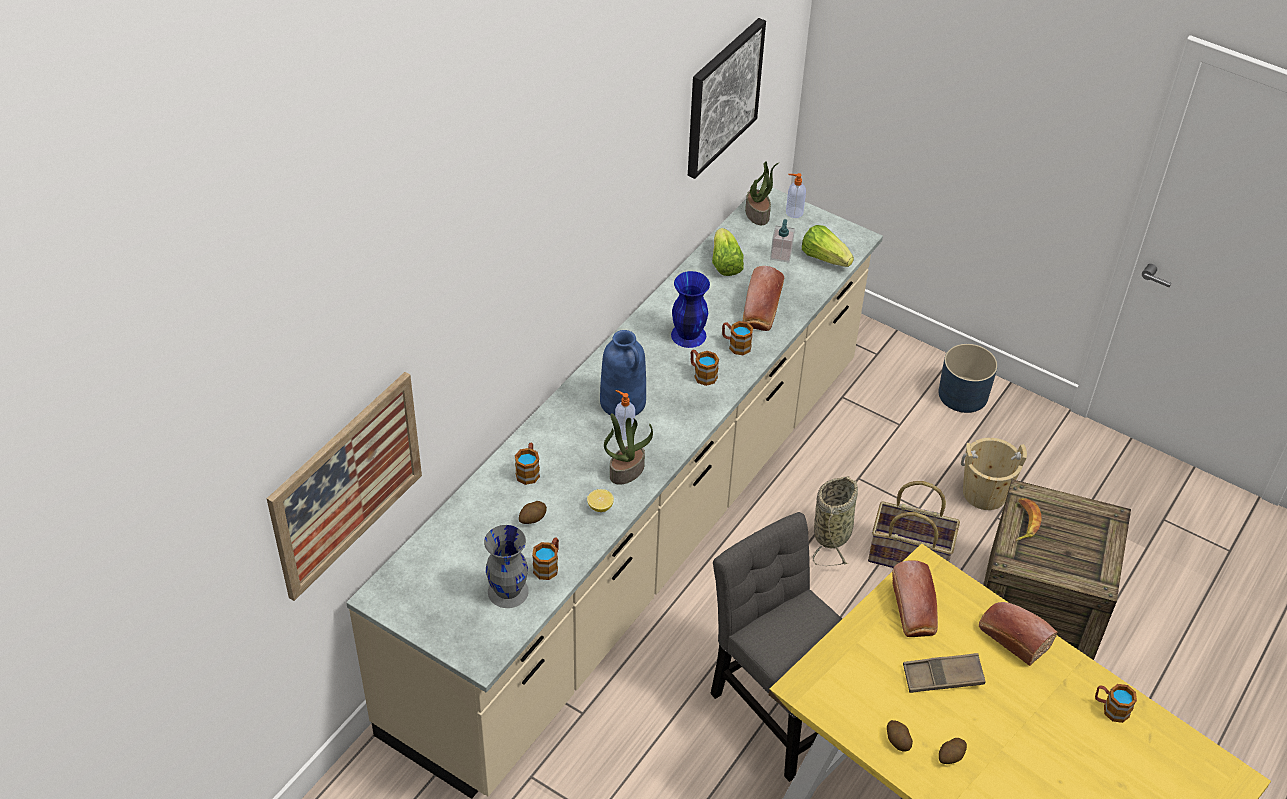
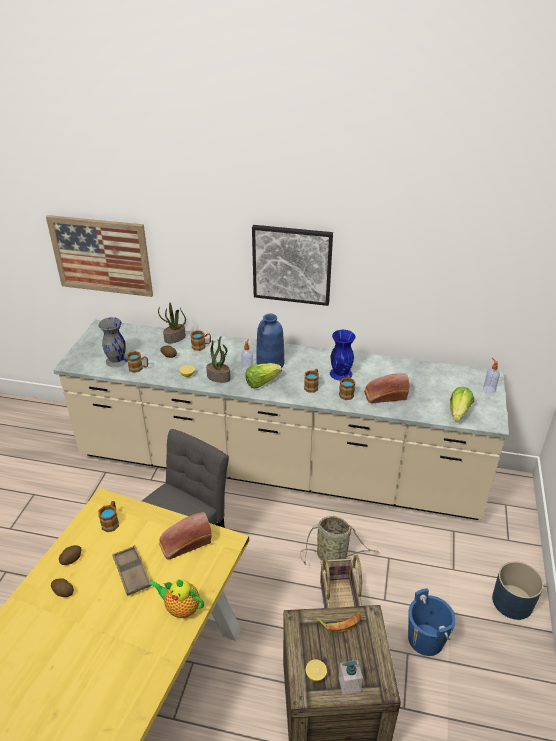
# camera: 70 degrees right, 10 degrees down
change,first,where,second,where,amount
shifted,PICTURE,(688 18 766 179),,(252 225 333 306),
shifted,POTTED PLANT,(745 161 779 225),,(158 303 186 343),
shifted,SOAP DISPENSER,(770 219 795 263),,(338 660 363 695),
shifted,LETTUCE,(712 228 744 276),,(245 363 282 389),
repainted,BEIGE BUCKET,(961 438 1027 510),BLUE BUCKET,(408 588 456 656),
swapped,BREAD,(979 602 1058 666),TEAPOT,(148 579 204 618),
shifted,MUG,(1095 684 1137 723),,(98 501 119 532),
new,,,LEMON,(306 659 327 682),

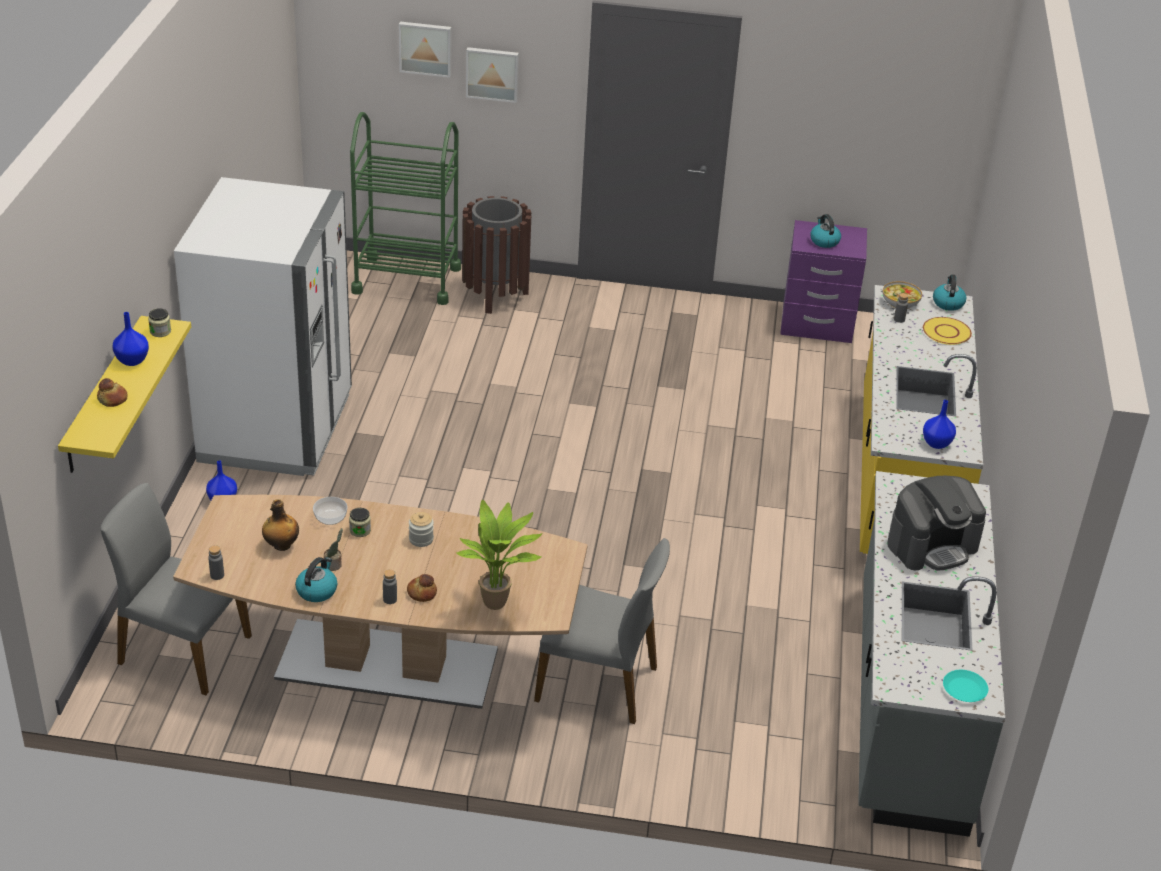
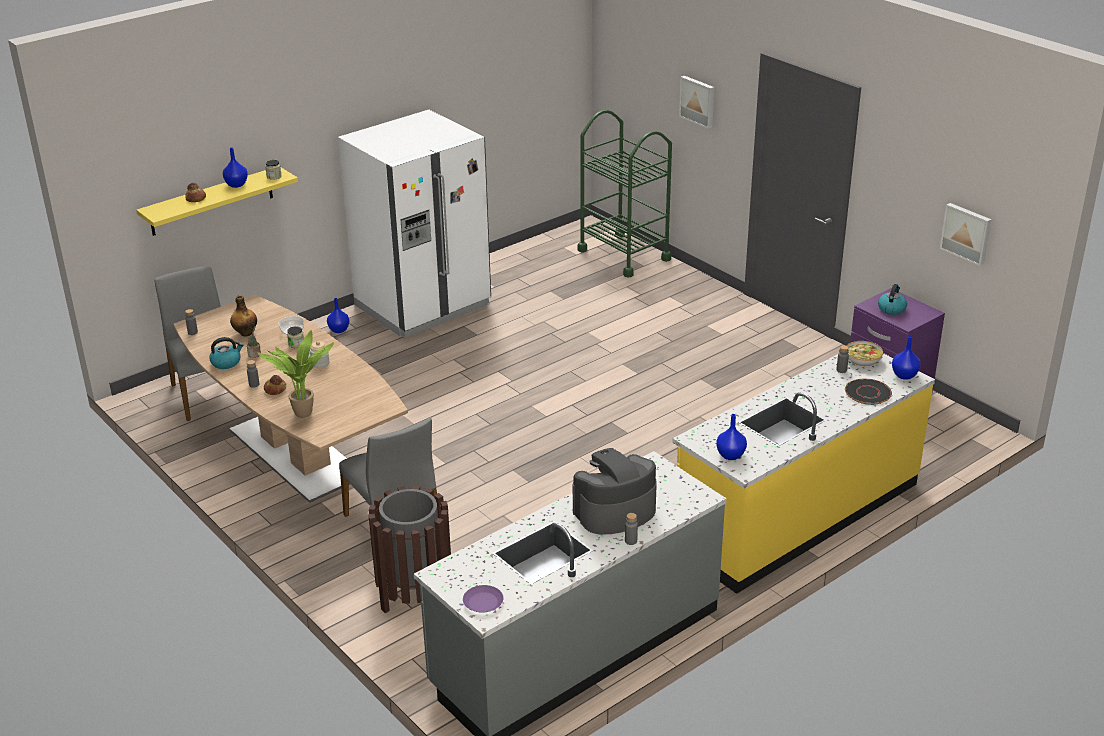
# camera: 45 degrees right, 5 degrees down
change,first,where,second,where,amount
shifted,PICTURE,(399 22 451 78),,(940 203 992 266),
shifted,BROWN TRASH CAN,(462 196 531 314),,(368 486 451 613),
swapped,KETTLE,(933 274 967 311),BLUE VASE,(892 336 921 380),
repainted,YELLOW PLATE,(923 317 972 345),BLACK PLATE,(845 379 892 405),
rotated,COFFEE MACHINE,(887 476 986 571),,(573 448 657 535),135 degrees clockwise
repainted,TURQUOISE PLATE,(943 670 988 702),PURPLE PLATE,(463 585 503 613),
new,,,GREY BOTTLE,(625 513 638 545),

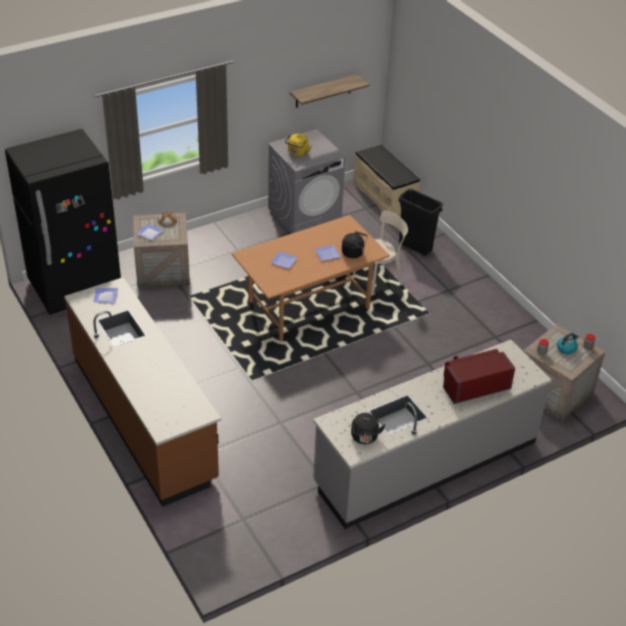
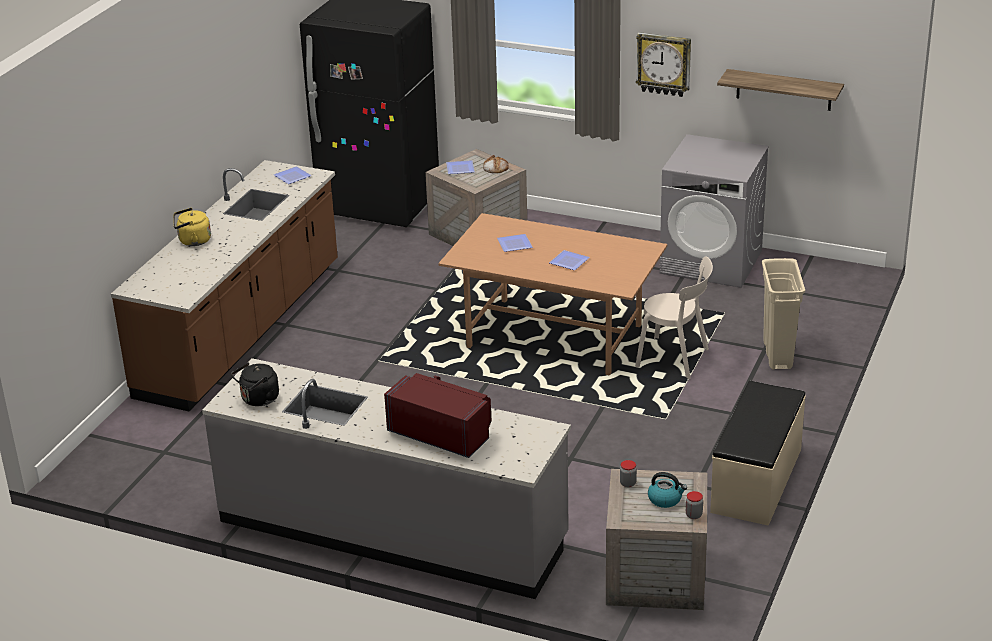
# camera: 55 degrees right, 10 degrees down
change,first,where,second,where,amount
shifted,YELLOW KETTLE,(285 134 312 157),,(173 208 211 246),
shifted,BEIGE BENCH,(353 144 420 217),,(710 381 806 526),
repainted,BLACK TRASH CAN,(398 188 443 256),BEIGE TRASH CAN,(762 258 805 369),
gone,BLACK KETTLE,(342 231 367 258),,,
new,,,WALL CLOCK,(636 32 691 97),

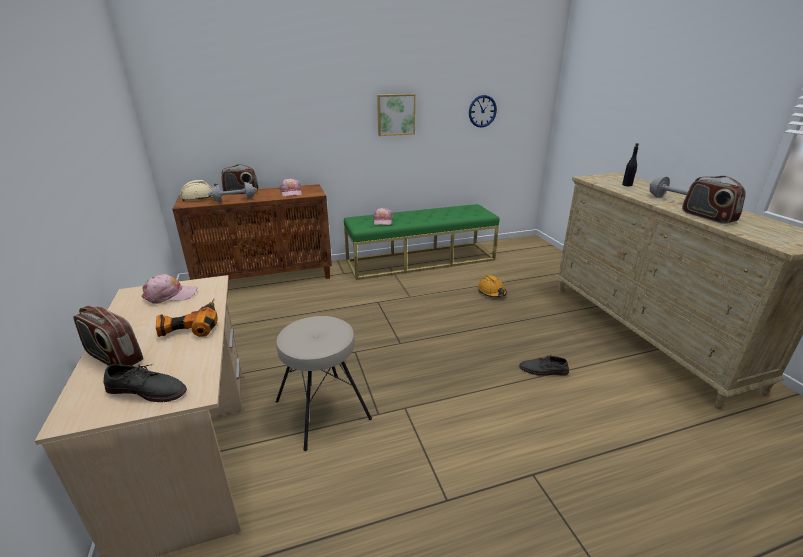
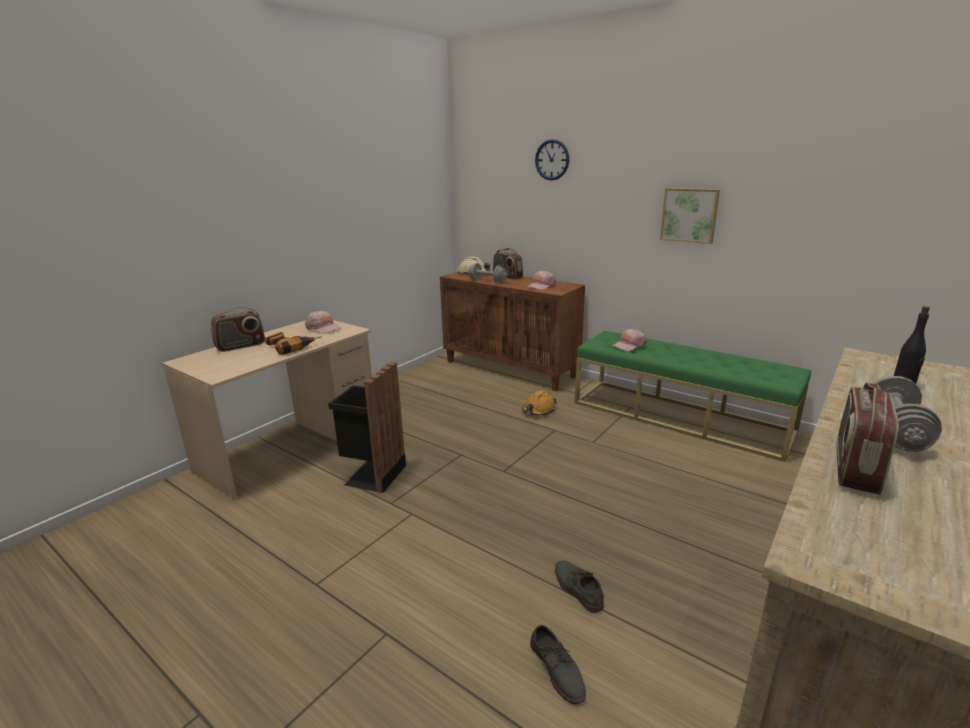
# camera: 55 degrees right, 5 degrees down
change,first,where,second,where,amount
shifted,WALL CLOCK,(469 95 497 128),,(535 139 569 180),
shifted,ORANGE HARD HAT,(478 275 507 297),,(522 390 557 415),
rotated,RADIO,(73 305 143 366),,(211 307 265 352),120 degrees counterclockwise
swapped,BEIGE STOOL,(276 316 372 451),BLACK TRASH CAN,(328 362 406 493),
shifted,GREY SHOE,(104 364 187 402),,(530 625 586 704),

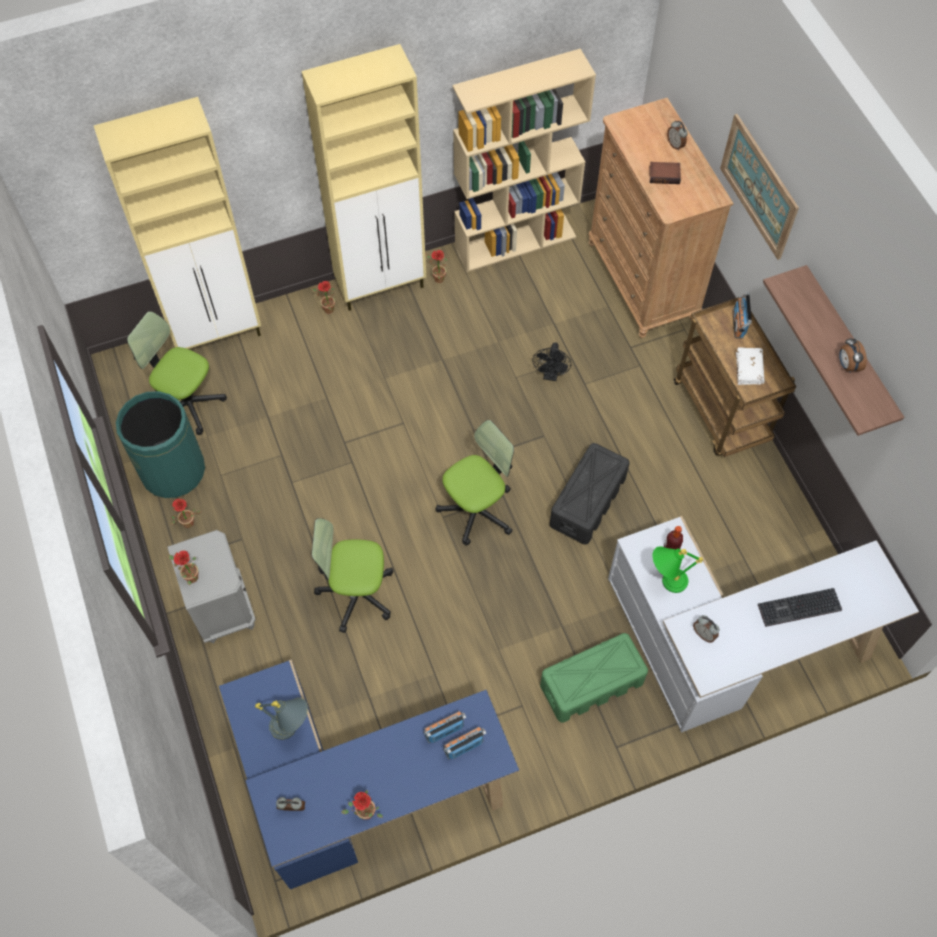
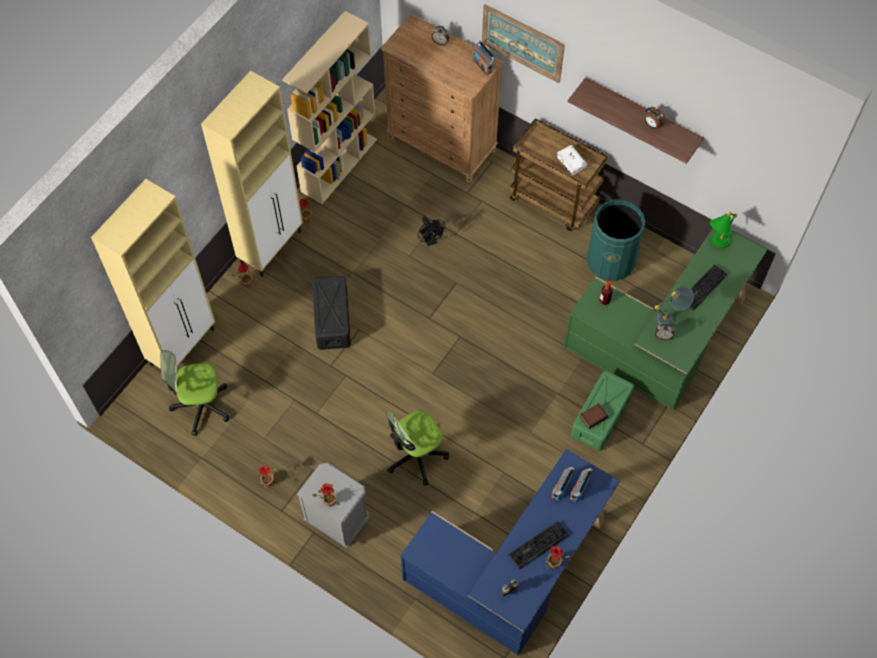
# camera: 35 degrees left, 0 degrees up
change,first,where,second,where,amount
shifted,BOOK,(649 162 681 184),,(580 403 608 429),
shifted,RADIO,(732 292 752 338),,(473 41 495 75),
shifted,GREEN TRASH CAN,(116 391 205 498),,(587 200 645 281),
gone,OFFICE CHAIR,(435 420 514 546),,,
shifted,BLACK STORAGE BOX,(550 443 630 544),,(312 276 351 350),
repainted,WHITE DESK,(608 516 919 733),GREEN DESK,(563 228 767 411),
shifted,GREEN TABLE LAMP,(653 546 703 593),,(710 212 737 248),
shifted,GREY TABLE LAMP,(255 698 308 740),,(655 286 694 326),
new,,,KEYBOARD,(508 521 569 570),

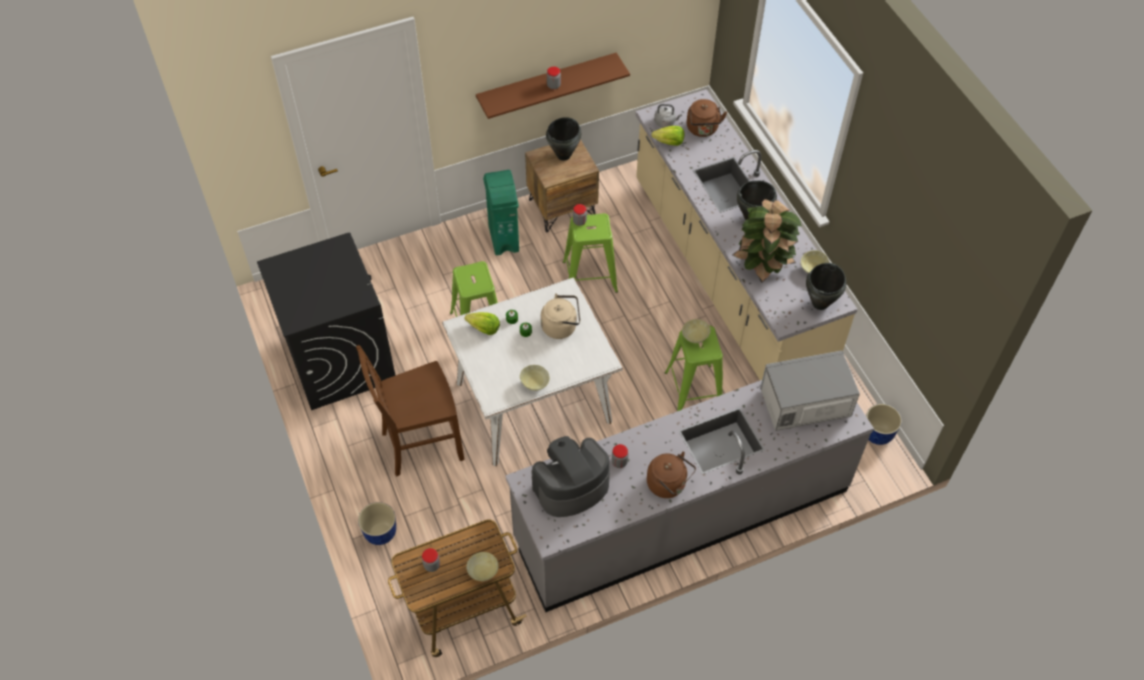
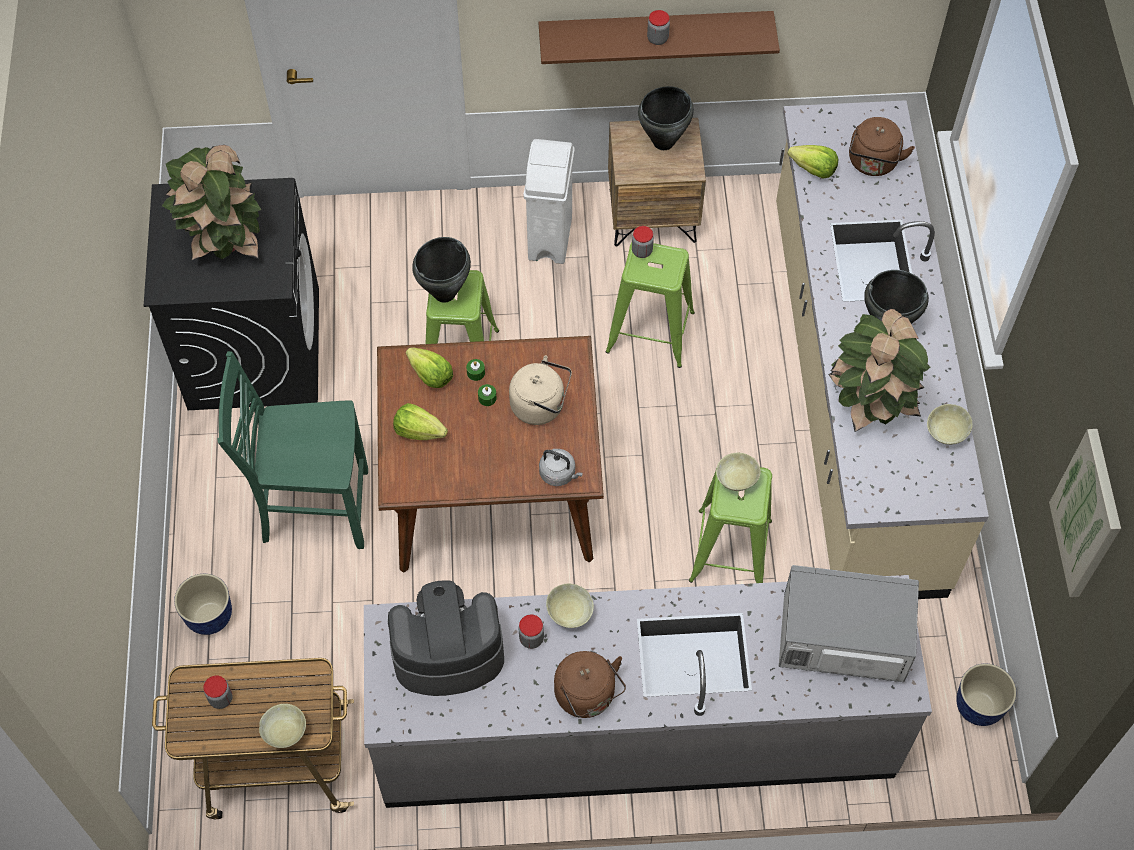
# camera: 20 degrees right, 5 degrees up
change,first,where,second,where,amount
shifted,GREY KETTLE,(654 104 682 128),,(539 449 583 486),
repainted,GREEN TRASH CAN,(483 170 519 256),WHITE TRASH CAN,(524 139 575 264),
shifted,BLACK COOKING POT,(806 263 846 310),,(412 237 471 303),
repainted,WHITE DINING TABLE,(442 277 623 466),BROWN DINING TABLE,(377 336 604 572),
repainted,BROWN CHAIR,(356 345 464 476),GREEN CHAIR,(217 351 368 549),
shifted,BEIGE BOWL,(520 365 550 391),,(546 583 594 628),
new,,,POTTED PLANT,(162 145 261 261),
new,,,LETTUCE,(393 403 448 440),
new,,,PICTURE,(1049 429 1121 597),

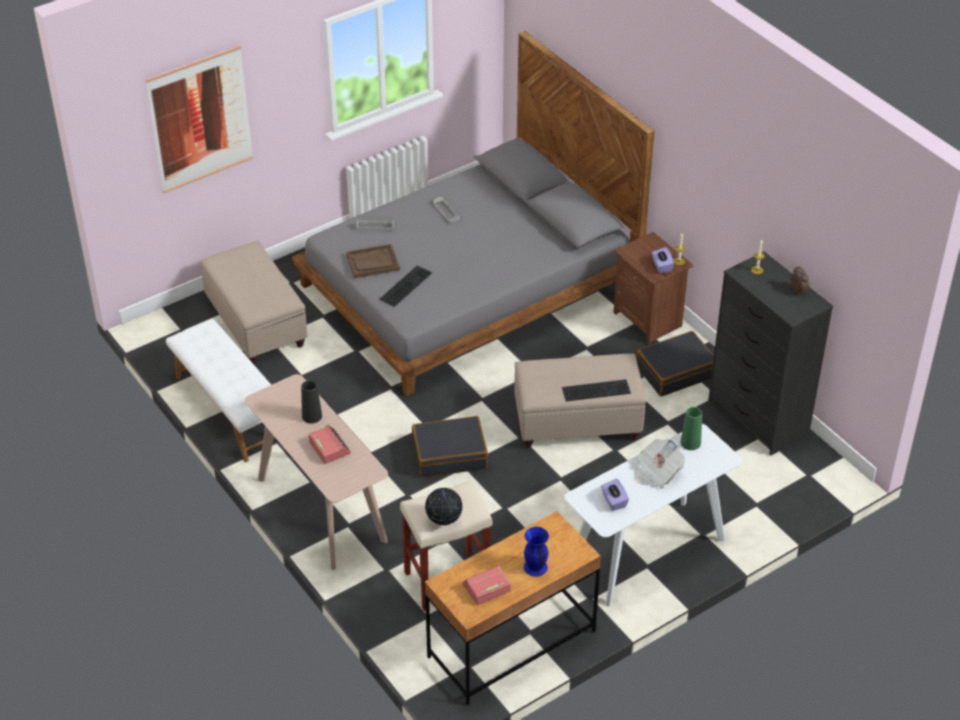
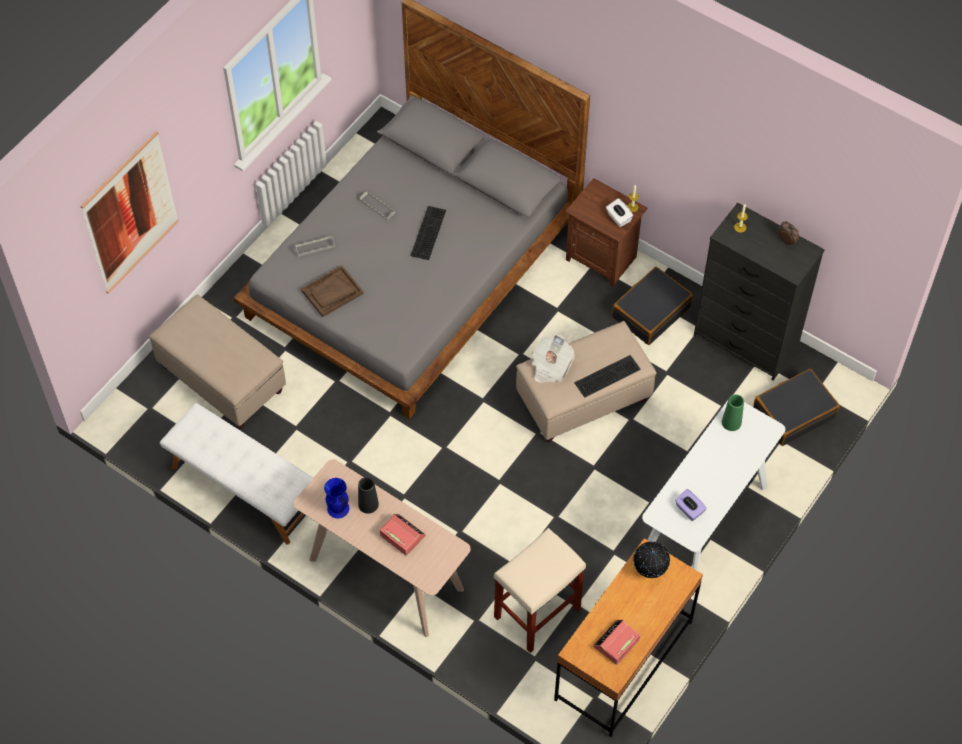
# camera: 20 degrees left, 15 degrees up
change,first,where,second,where,amount
repainted,PURPLE TISSUE BOX,(652 247 674 273),WHITE TISSUE BOX,(606 198 633 227),
shifted,KEYBOARD,(379 266 432 307),,(410 206 446 260),
shifted,BLACK SUITCASE,(412 416 488 477),,(753 369 840 446),
shifted,NEWSPAPER,(635 439 685 489),,(532 335 575 383),
shifted,GLOBE,(425 488 463 526),,(633 542 670 578),
shifted,BLUE VASE,(524 527 549 577),,(324 478 349 519),

